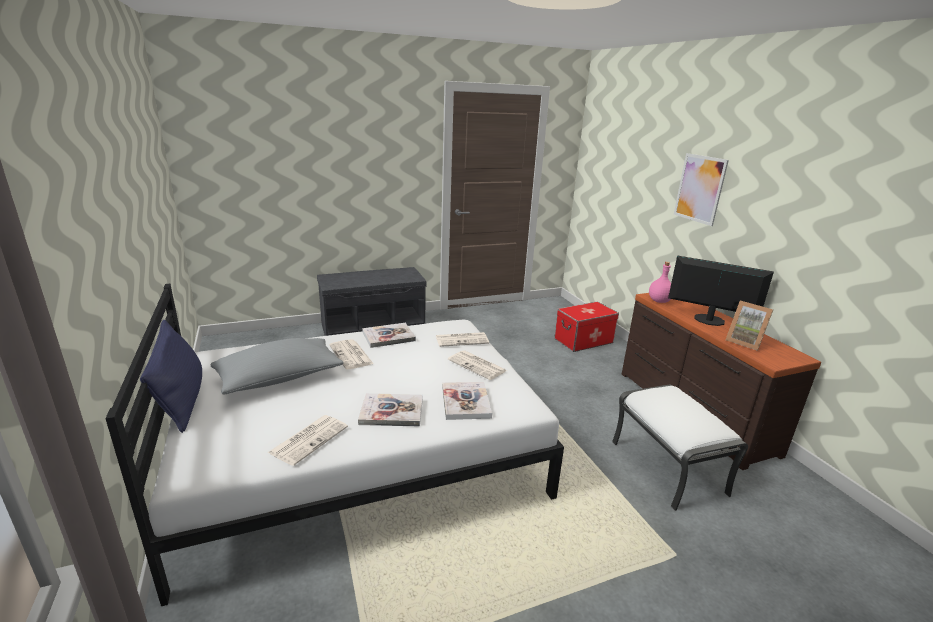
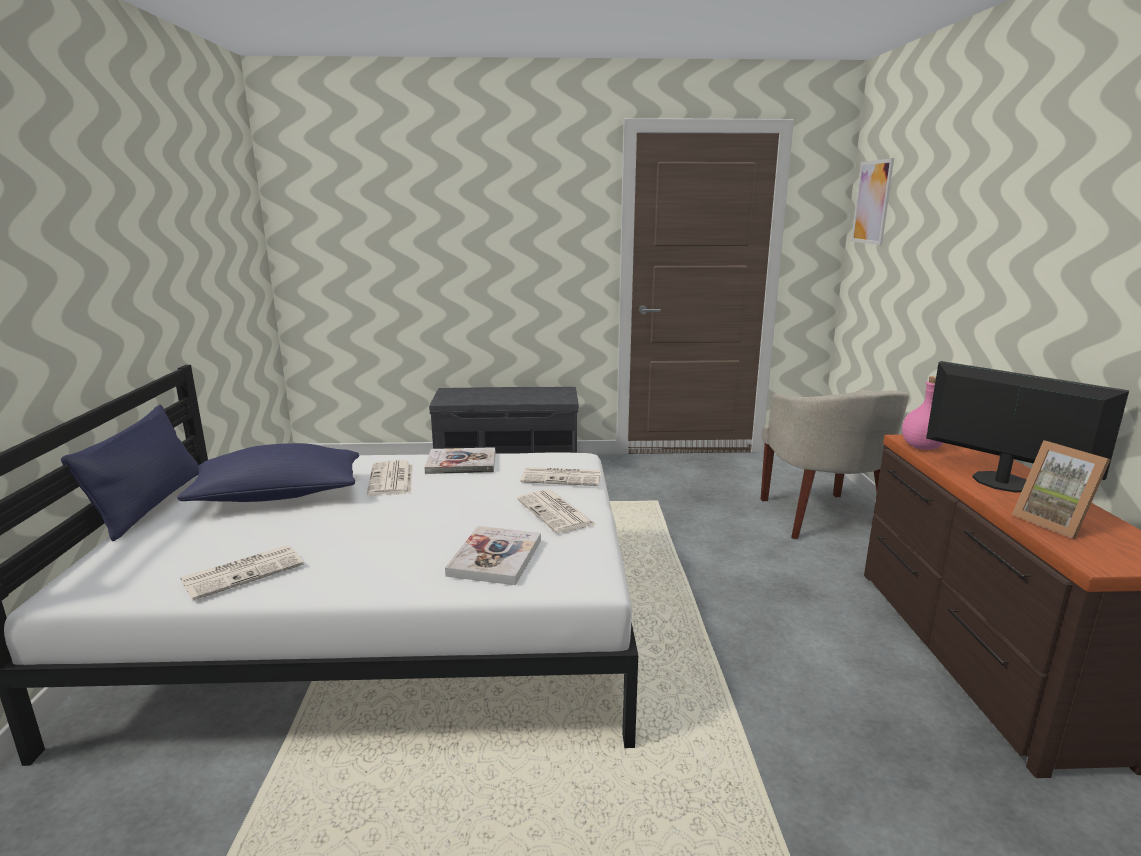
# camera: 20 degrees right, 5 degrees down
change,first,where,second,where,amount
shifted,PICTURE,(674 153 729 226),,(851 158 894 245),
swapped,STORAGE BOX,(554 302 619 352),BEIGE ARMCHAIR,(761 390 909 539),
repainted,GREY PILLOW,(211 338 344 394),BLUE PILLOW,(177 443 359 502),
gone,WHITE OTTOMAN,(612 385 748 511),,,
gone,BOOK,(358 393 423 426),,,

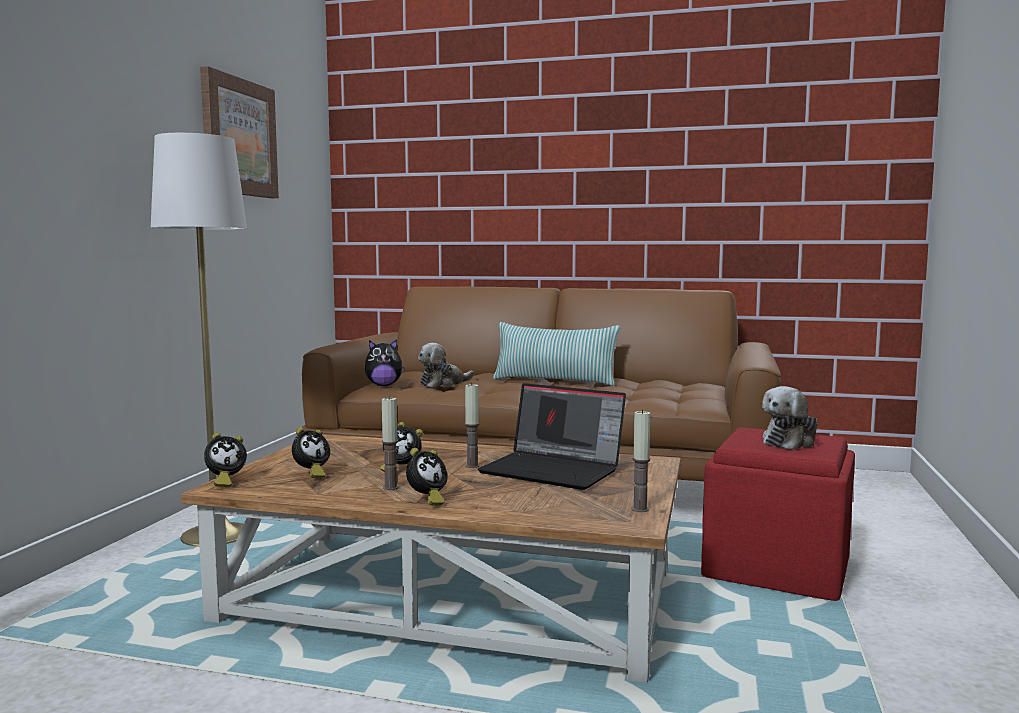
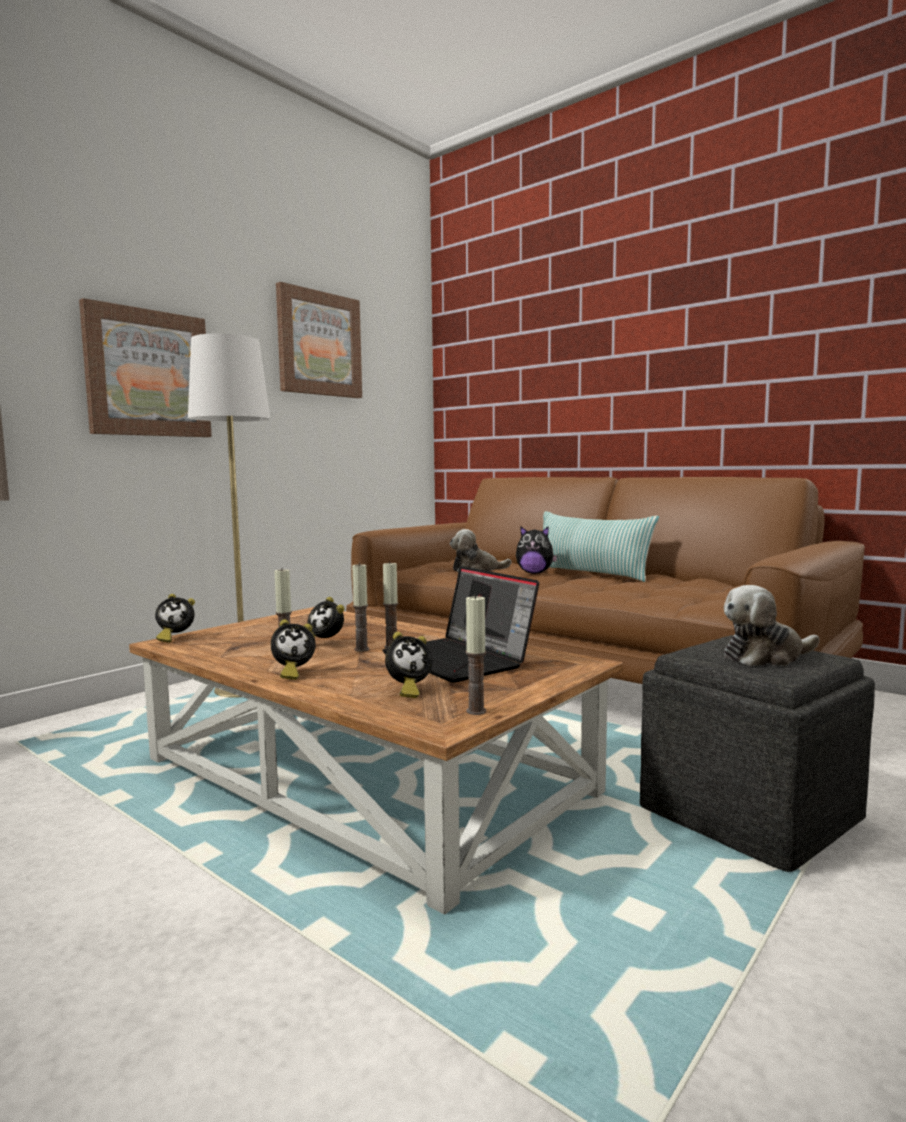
# camera: 25 degrees right, 0 degrees up
change,first,where,second,where,amount
shifted,PLUSH TOY,(365 340 405 386),,(516 526 558 574),
shifted,ALARM CLOCK,(292 427 330 478),,(385 632 433 698),
repainted,RED OTTOMAN,(701 427 855 601),GREY OTTOMAN,(640 635 875 872),
new,,,PICTURE,(79 298 212 437),
new,,,CANDLE,(352 563 369 652),

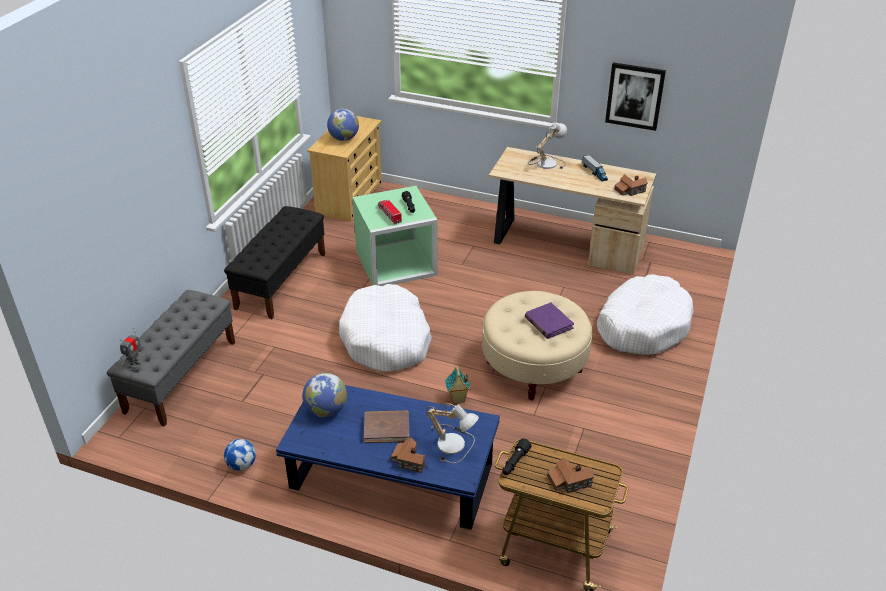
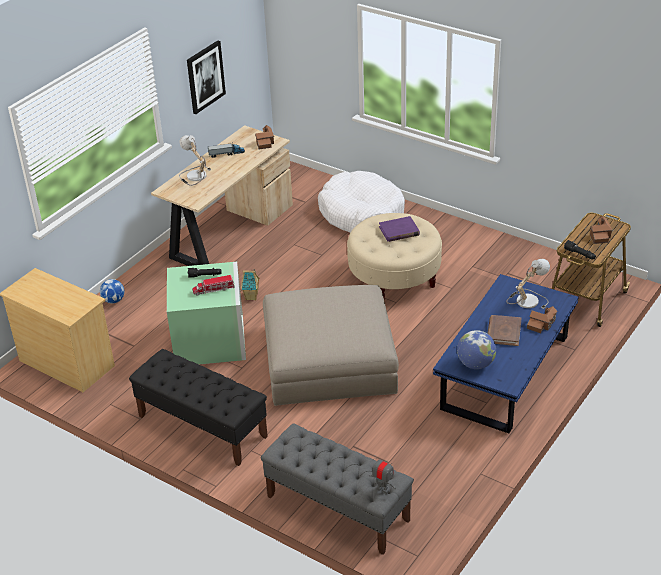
# camera: 75 degrees left, 0 degrees up
change,first,where,second,where,amount
gone,GLOBE,(327 109 359 141),,,
swapped,WHITE DOG BED,(339 284 432 372),BEIGE OTTOMAN,(263 285 399 406),
shifted,TOY HOUSE,(445 365 470 404),,(241 269 260 301),
shifted,FOOTBALL,(224 439 256 471),,(100 279 124 303),

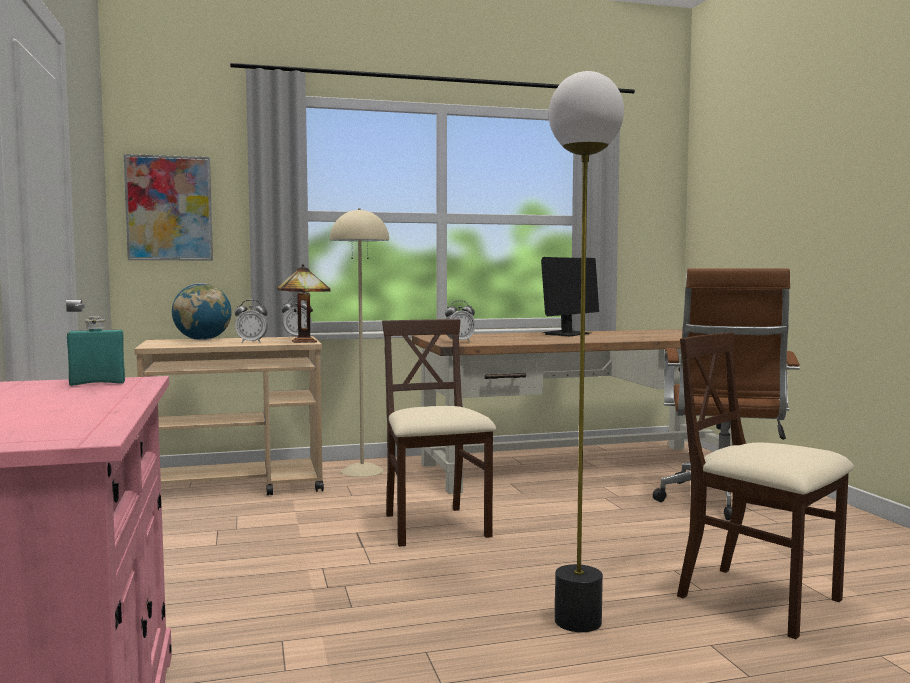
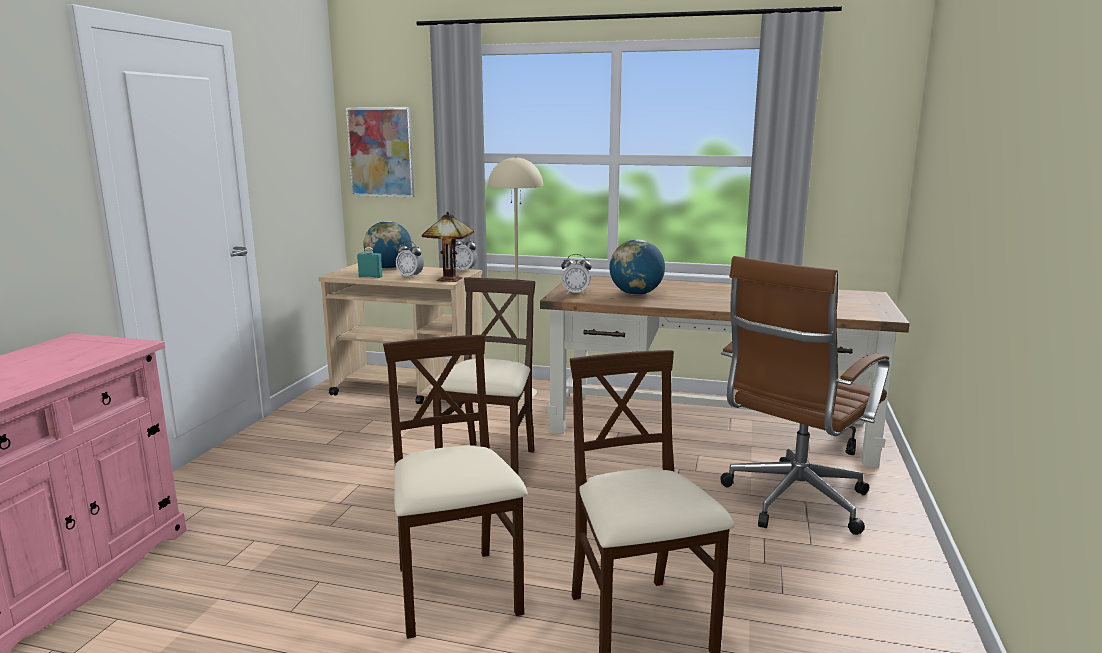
# camera: 30 degrees right, 10 degrees up
change,first,where,second,where,amount
swapped,FLOOR LAMP,(549 71 624 632),BEIGE CHAIR,(383 334 528 639),
gone,MONITOR,(541 257 599 336),,,
shifted,TURQUOISE BOTTLE,(67 316 125 386),,(357 247 382 278),
new,,,GLOBE,(609 239 665 295),

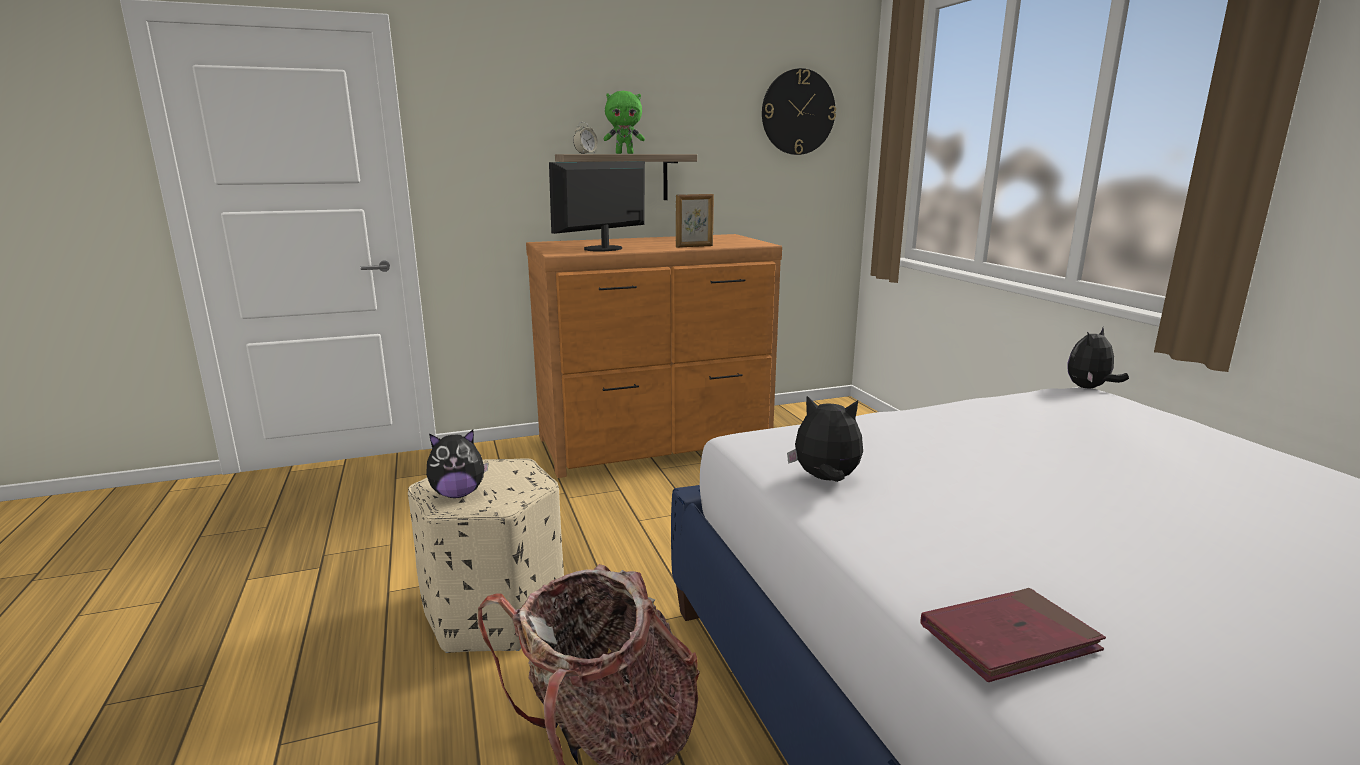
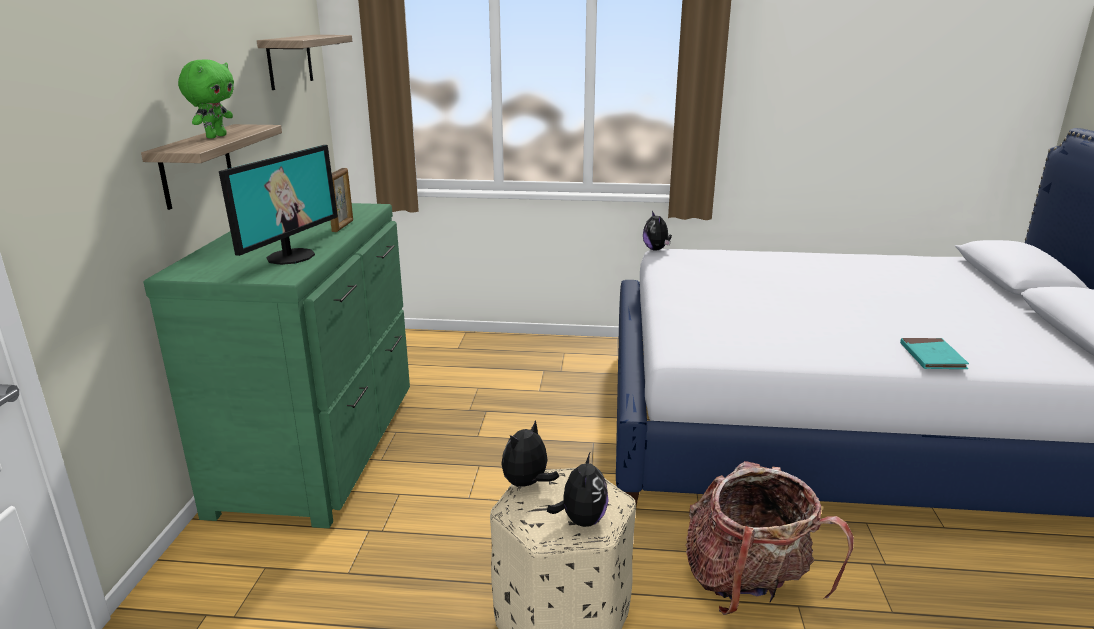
# camera: 65 degrees left, 5 degrees up
change,first,where,second,where,amount
swapped,WALL CLOCK,(762 68 836 155),SHELF,(257 35 352 90),
gone,ALARM CLOCK,(573 122 598 154),,,
rotated,MONITOR,(549 161 645 251),,(219 145 338 265),135 degrees counterclockwise
repainted,BROWN DRESSER,(526 234 782 478),GREEN DRESSER,(143 203 410 528),
shifted,PLUSH TOY,(787 396 863 482),,(502 420 559 487),
repainted,RED BOOK,(920 588 1106 682),TURQUOISE BOOK,(900 338 969 369),

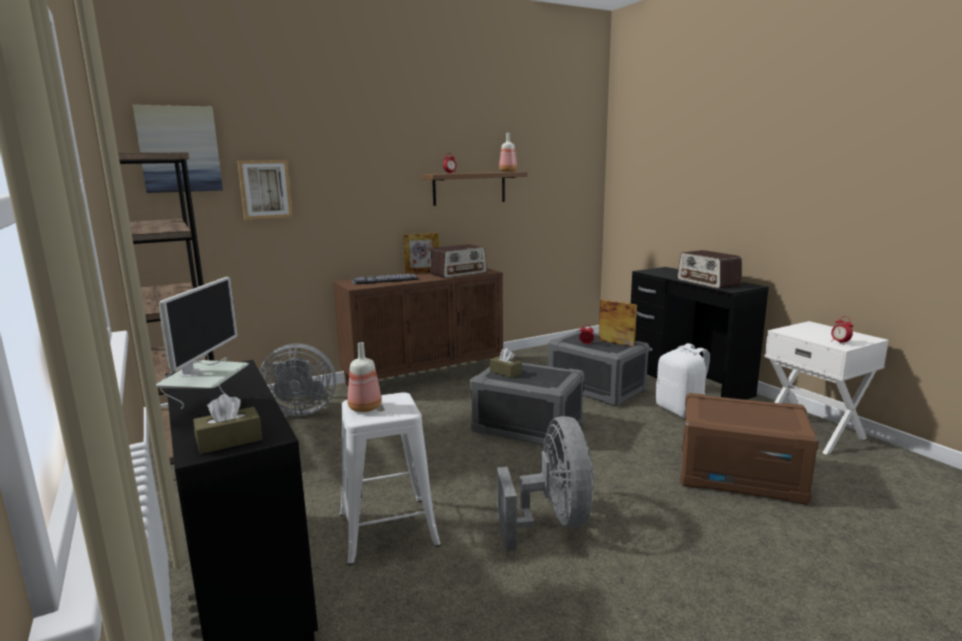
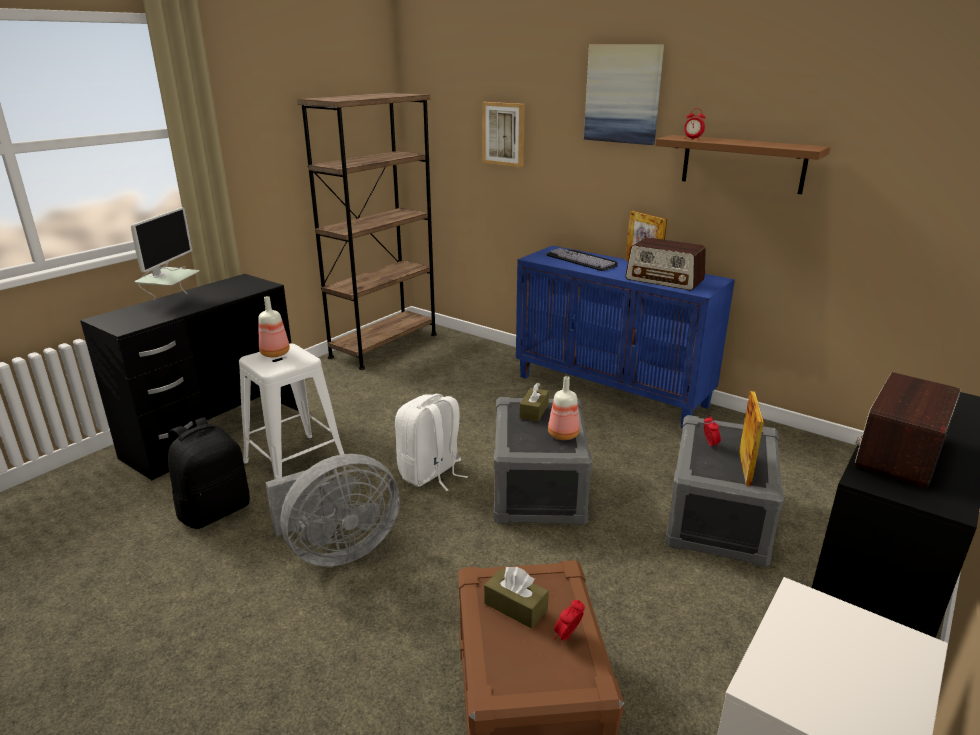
# camera: 65 degrees right, 10 degrees up
change,first,where,second,where,amount
shifted,PICTURE,(133 105 223 193),,(584 44 664 145),
shifted,BOTTLE,(499 133 517 172),,(548 376 580 440),
repainted,BROWN CABINET,(333 268 503 386),BLUE CABINET,(516 246 735 428),
rotated,MONITOR,(156 277 249 409),,(131 207 199 300),60 degrees counterclockwise
shifted,ALARM CLOCK,(831 316 853 345),,(554 600 585 641),
shifted,WHITE BACKPACK,(656 343 710 419),,(395 394 468 491),
gone,GREY FAN,(260 344 336 416),,,
shifted,BROWN TISSUE BOX,(193 394 262 454),,(484 567 549 628),
new,,,BLACK BACKPACK,(168 417 250 529),

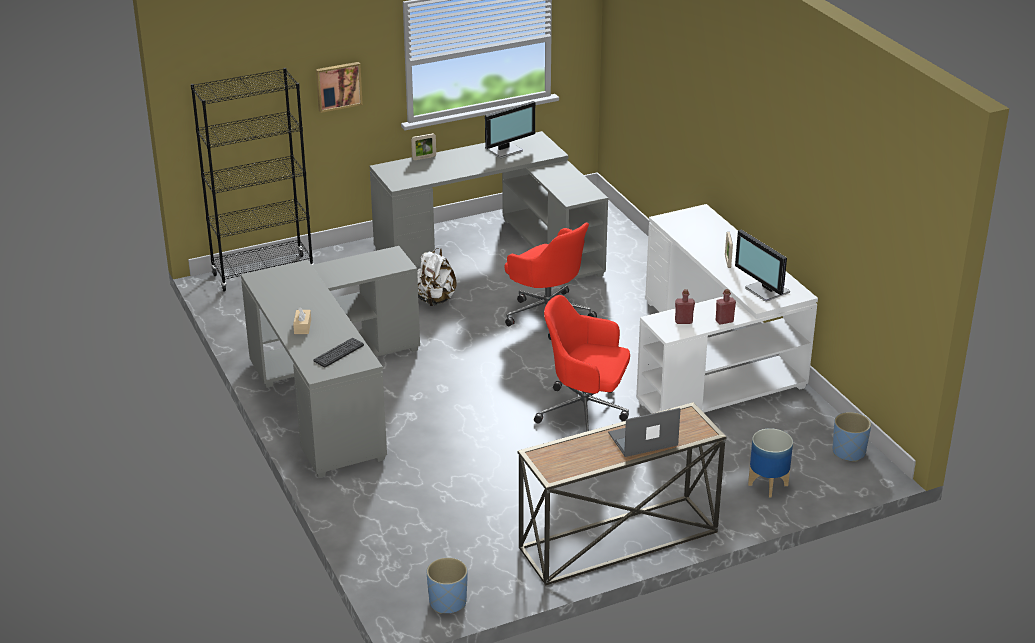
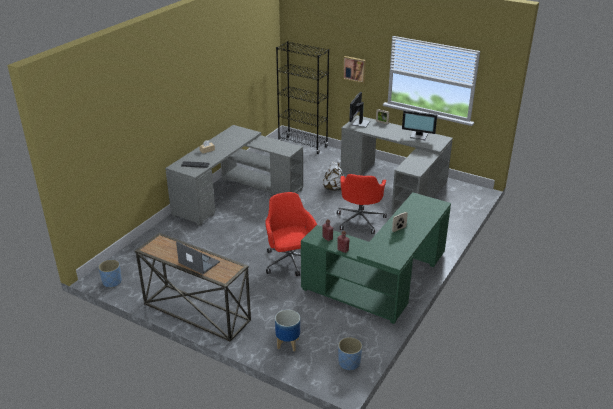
# camera: 55 degrees right, 0 degrees up
change,first,where,second,where,amount
repainted,WHITE DESK,(636 204 818 414),GREEN DESK,(301 192 451 324),
shifted,MONITOR,(735 230 790 302),,(349 92 370 128),

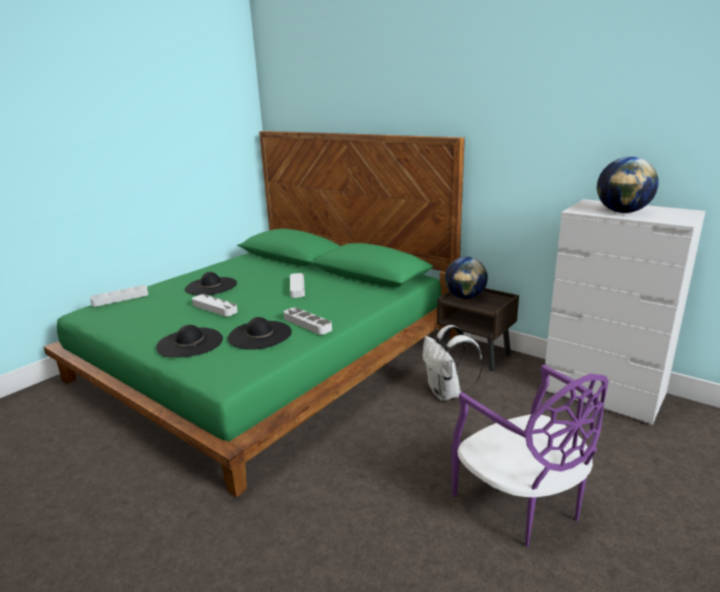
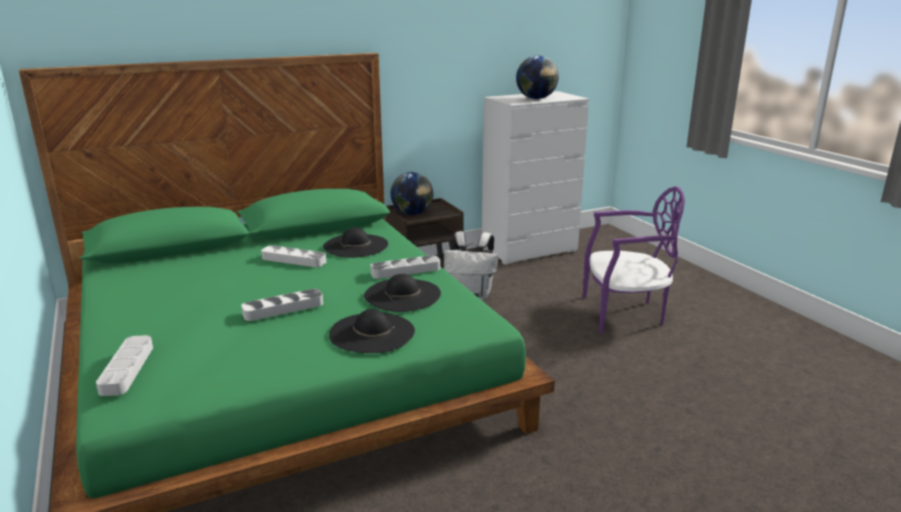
# camera: 65 degrees left, 0 degrees up
change,first,where,second,where,amount
shifted,BLACK HAT,(185 272 237 296),,(323 228 388 258),

